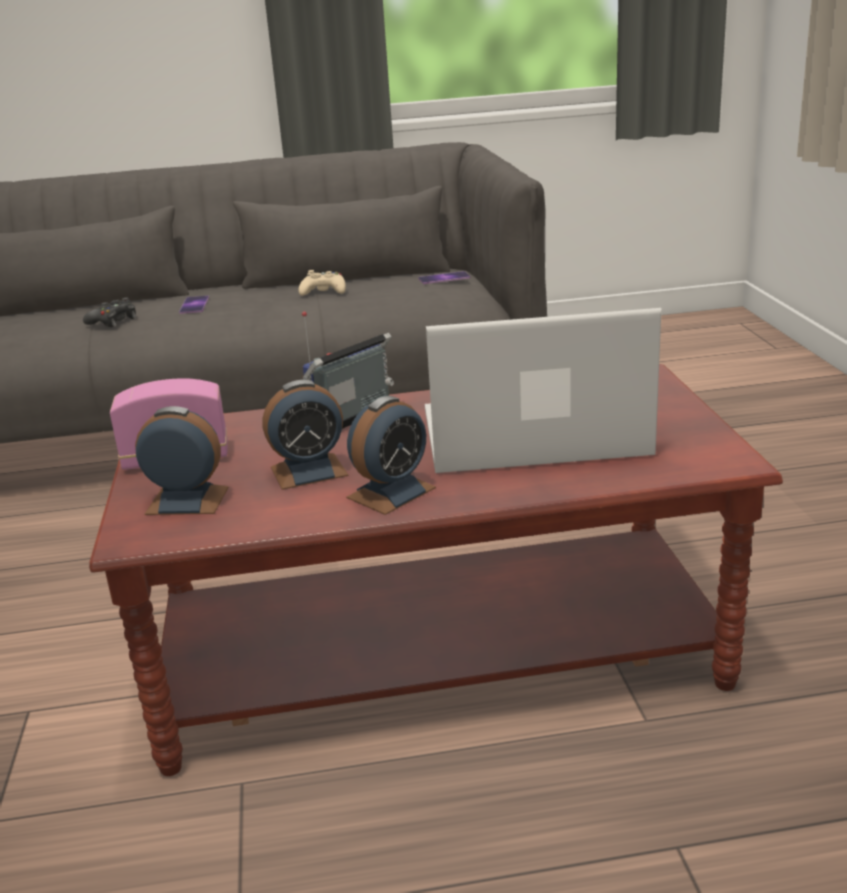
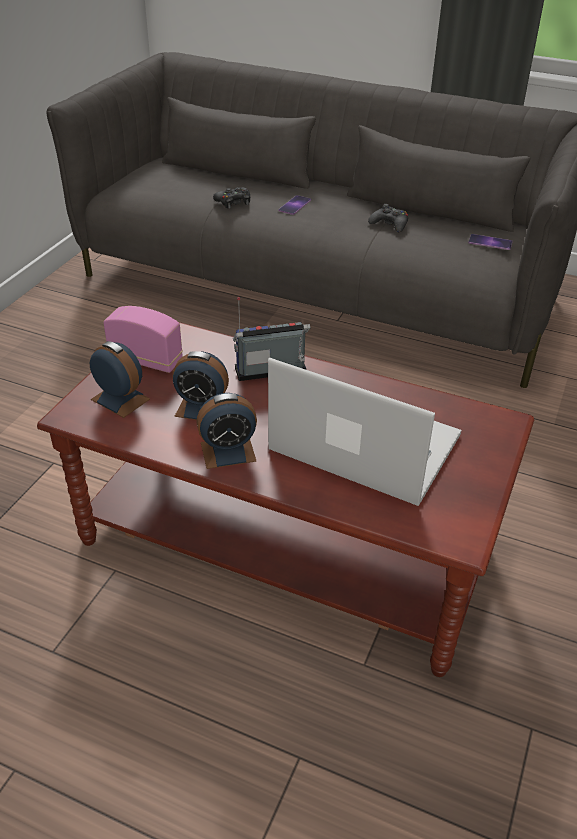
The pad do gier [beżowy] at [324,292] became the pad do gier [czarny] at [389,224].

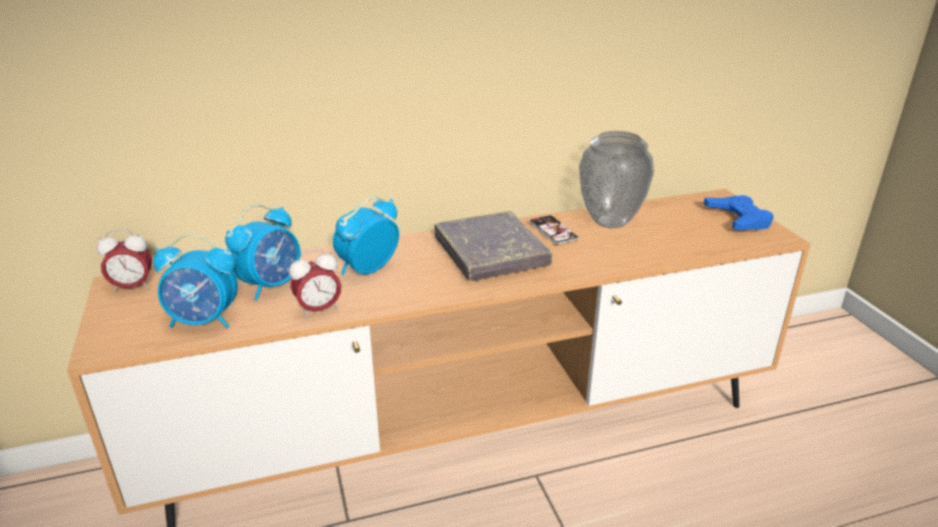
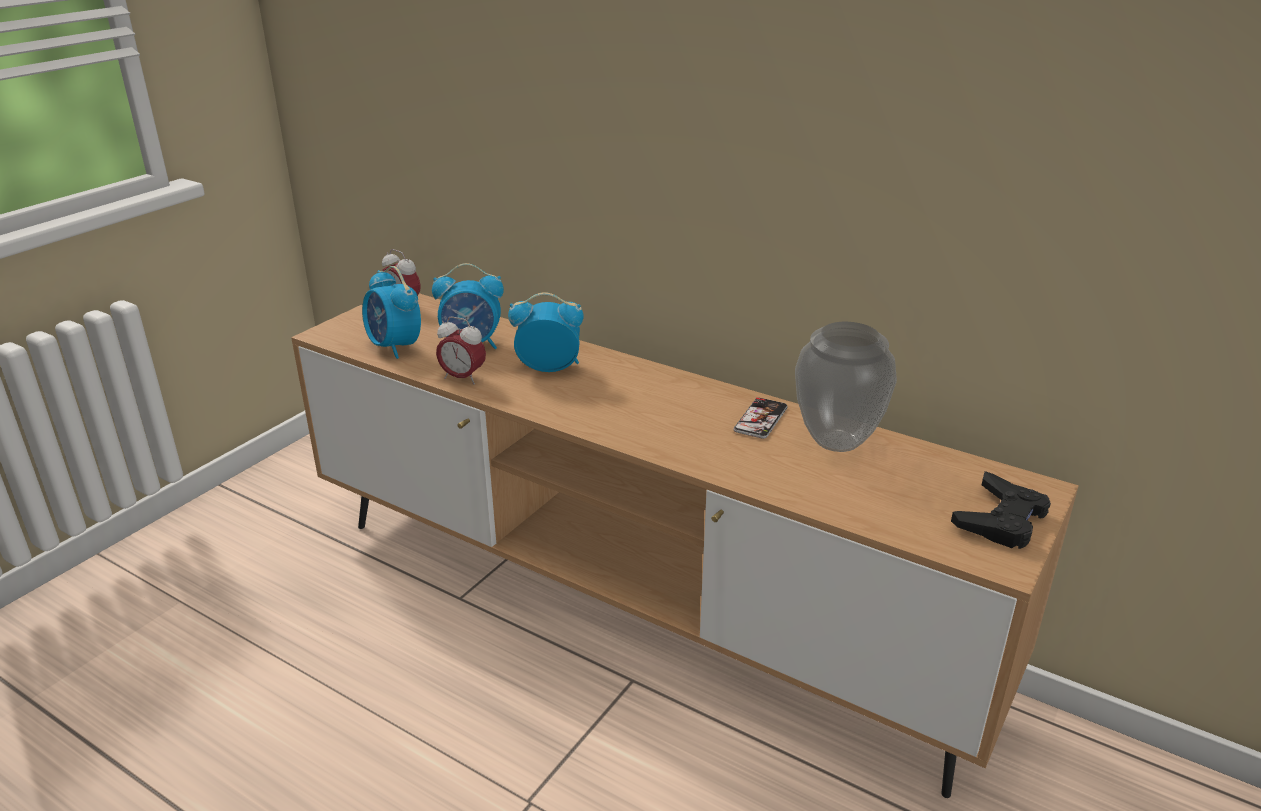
The pad do gier [niebieski] at [738,219] became the pad do gier [czarny] at [1001,519]. The książka [szary] at [490,252] disappeared.

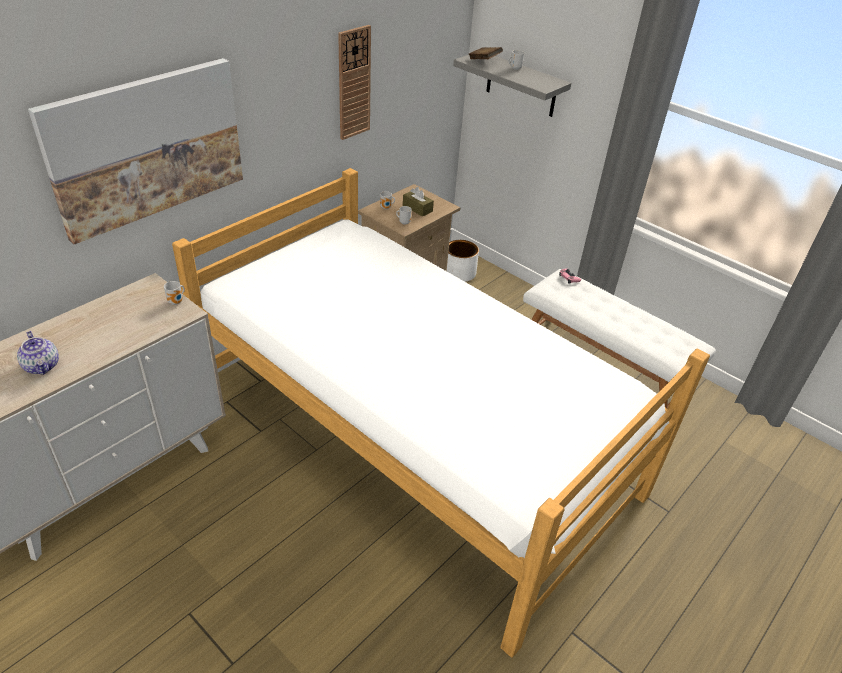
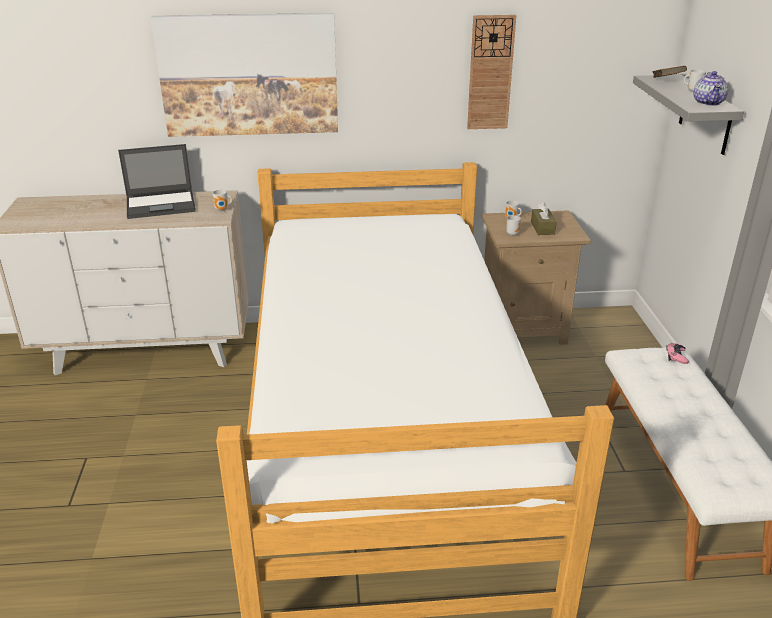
The laptop at [162,205] appeared. The imbryk moved from [42,366] to [708,103]. The donica [biały] at [459,273] disappeared.

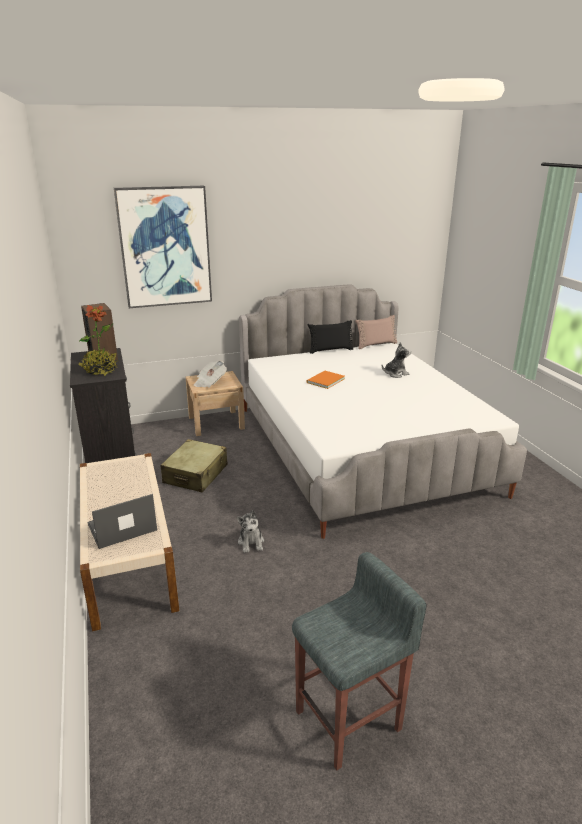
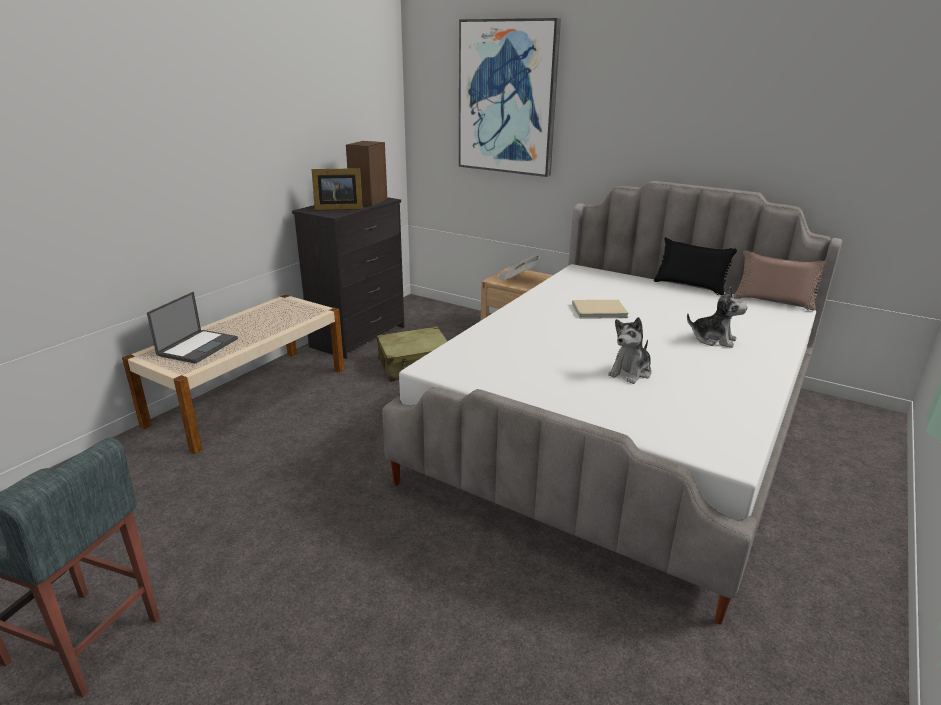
The laptop at [121,528] turned 90 degrees clockwise. The roślina doniczkowa at [100,370] was replaced by the ramka na zdjęcie at [337,208]. The książka [pomarańczowy] at [324,381] became the książka [beżowy] at [597,310]. The pluszak moved from [251,542] to [630,372].

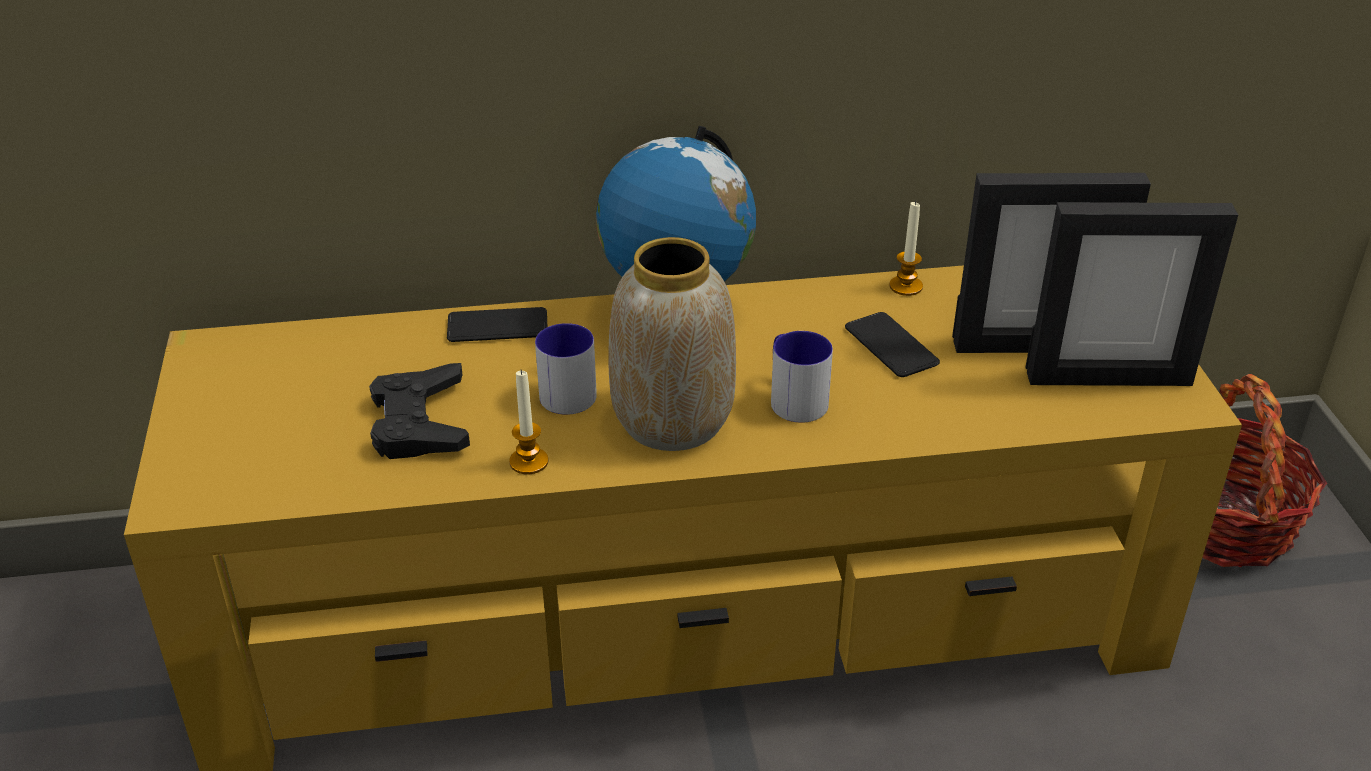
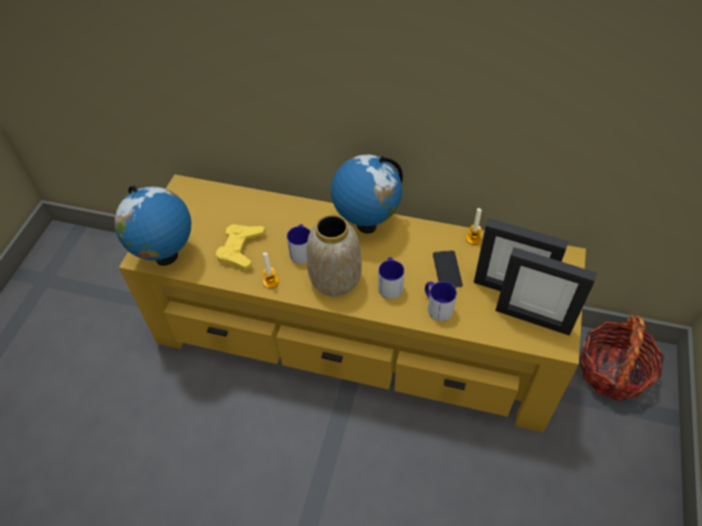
The globus at [166,257] appeared. The pad do gier [czarny] at [420,422] became the pad do gier [żółty] at [240,249]. The kubek at [437,306] appeared. The telefon at [497,326] disappeared.

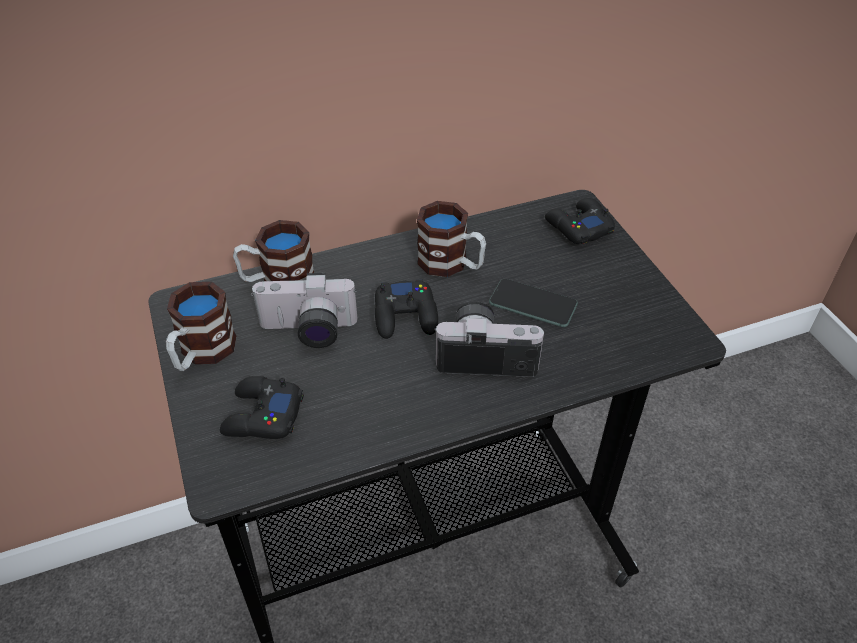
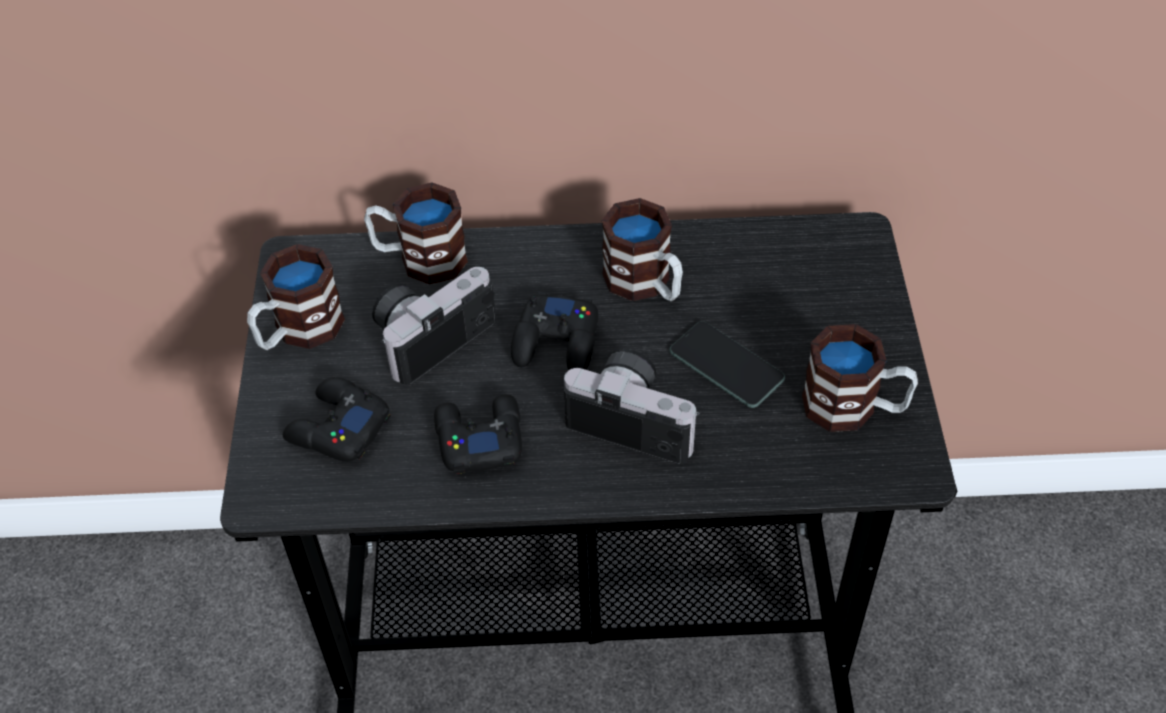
The aparat fotograficzny at [308,331] turned 120 degrees clockwise. The pad do gier [czarny] moved from [578,227] to [479,438]. The kubek at [854,407] appeared.

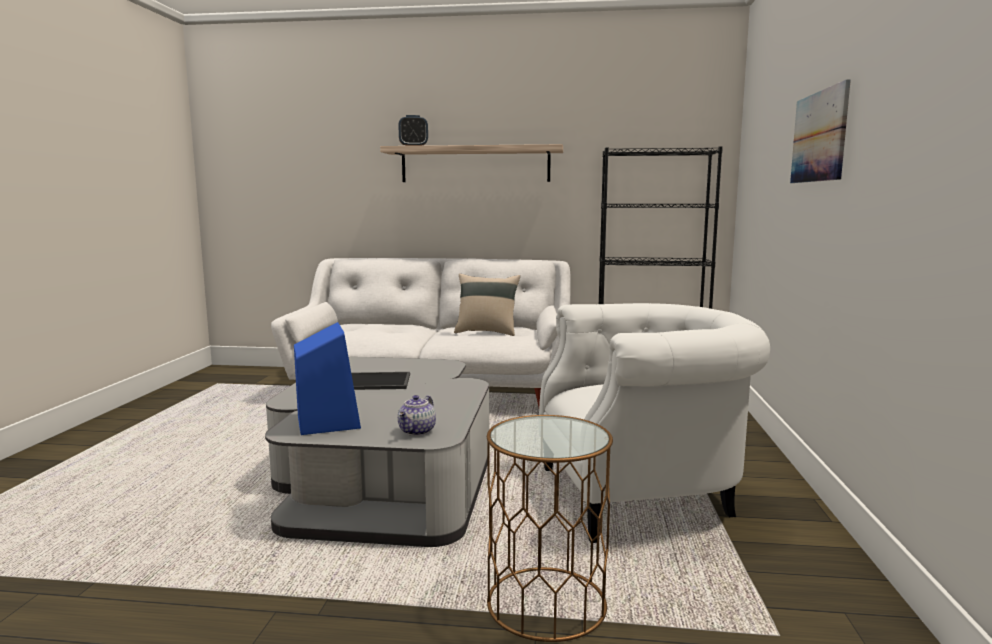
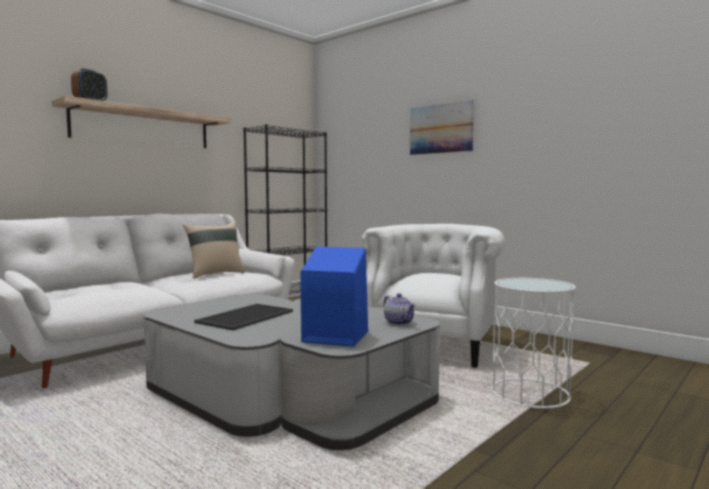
The stolik [brązowy] at [547,603] became the stolik [biały] at [530,393].

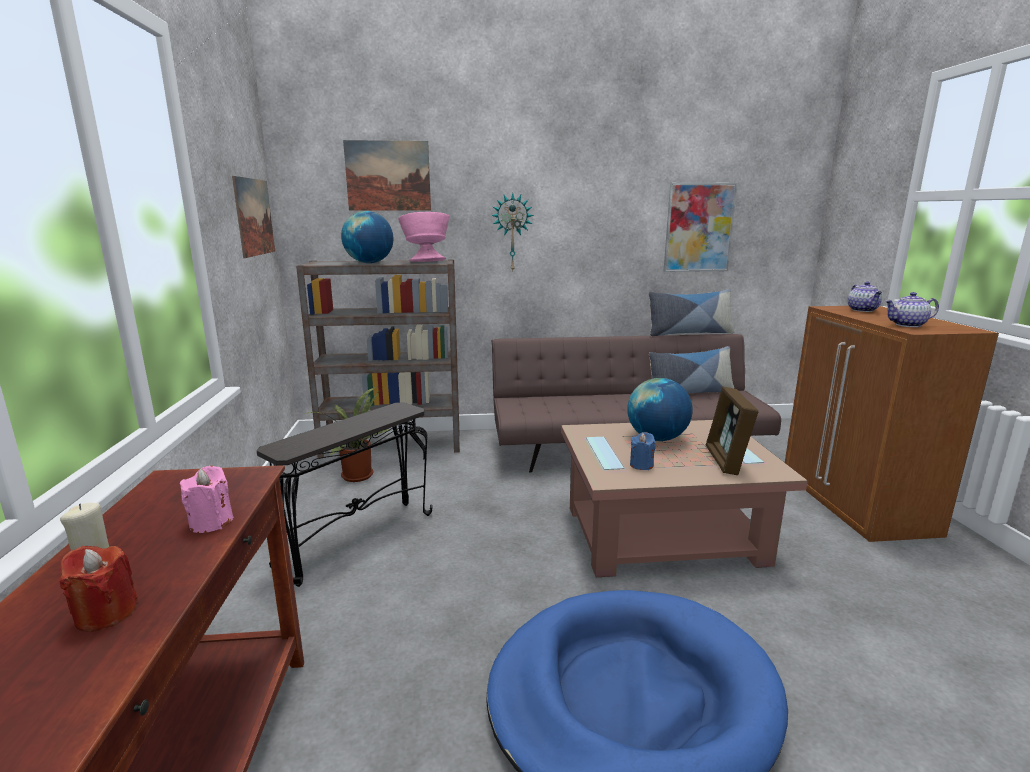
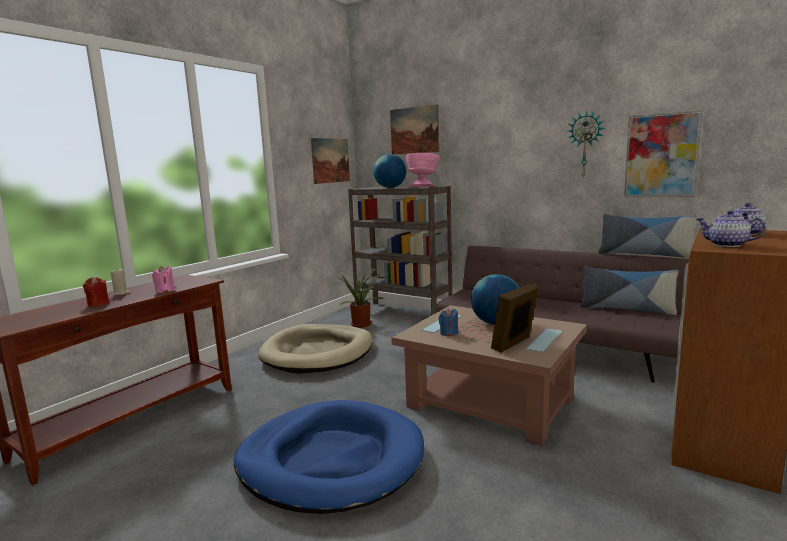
The stolik [czarny] at [358,540] was replaced by the legowisko [beżowy] at [318,353]. The zegar ścienny moved from [512,233] to [585,144].

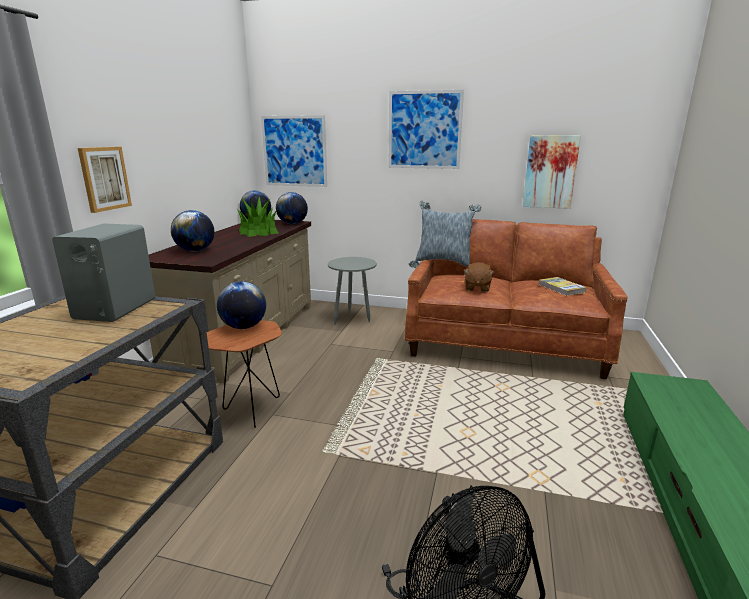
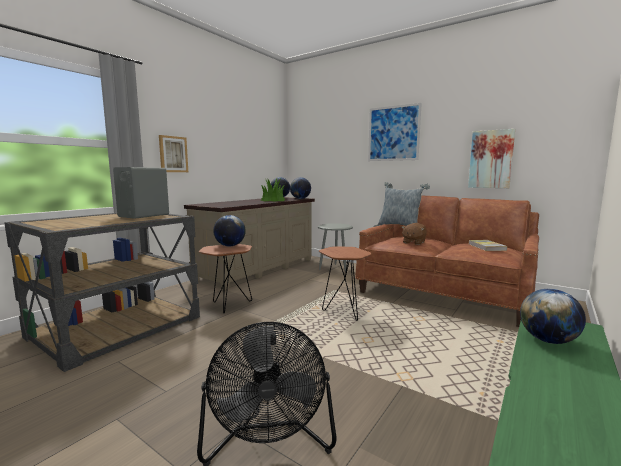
The stolik [brązowy] at [343,311] appeared. The globus moved from [195,251] to [548,340]. The obraz at [294,151] disappeared.

